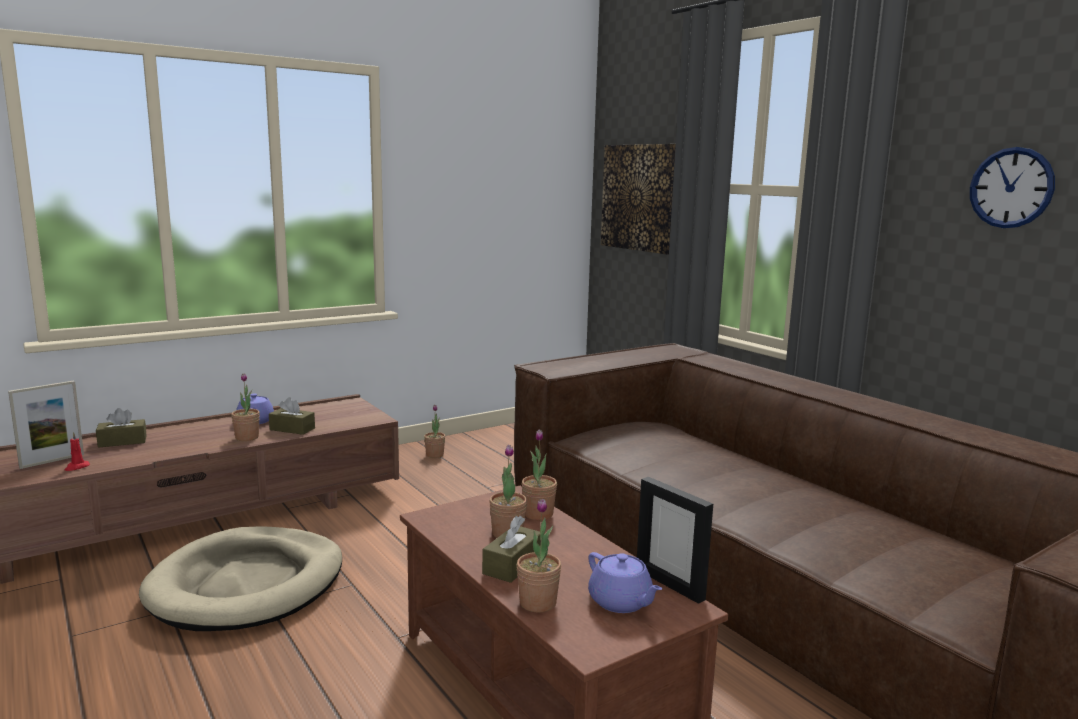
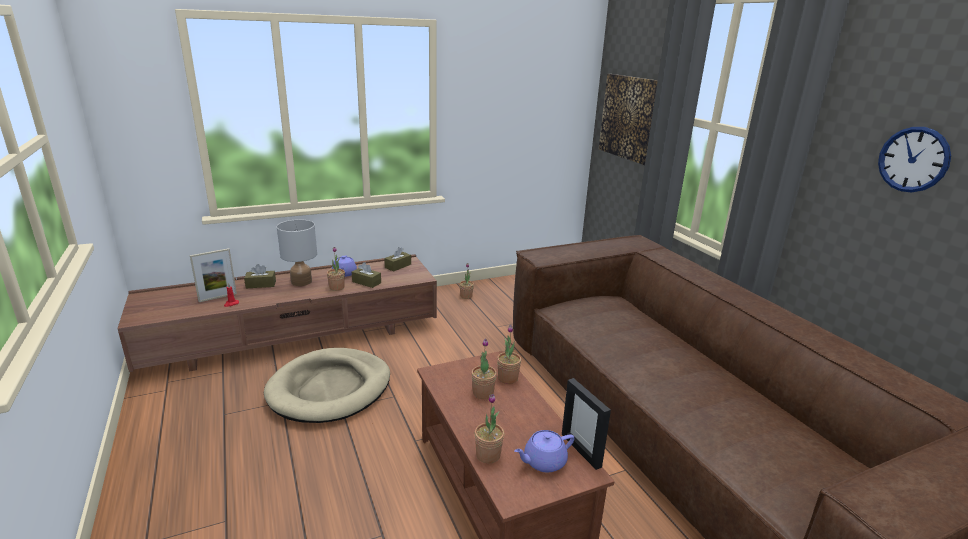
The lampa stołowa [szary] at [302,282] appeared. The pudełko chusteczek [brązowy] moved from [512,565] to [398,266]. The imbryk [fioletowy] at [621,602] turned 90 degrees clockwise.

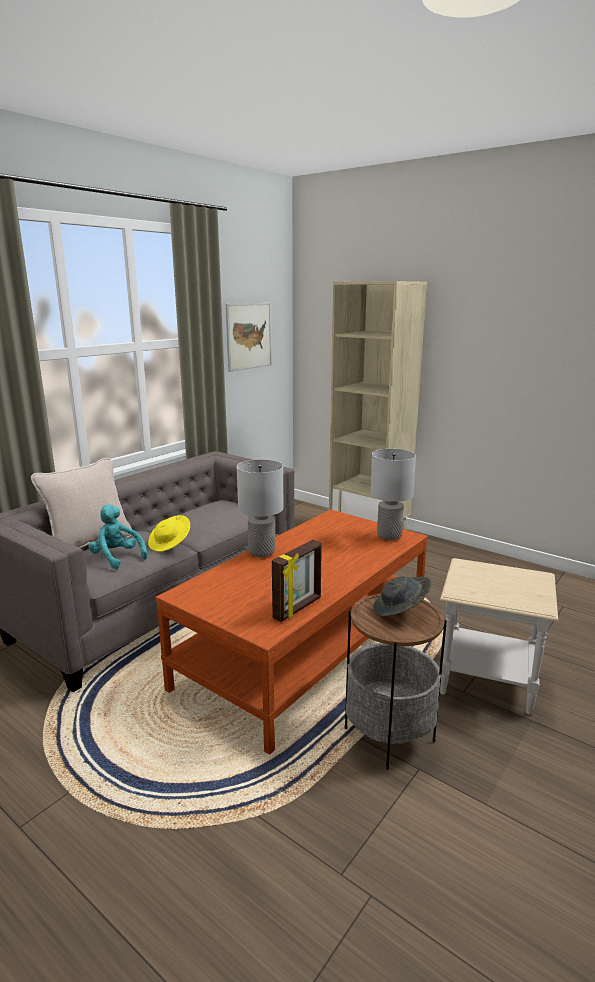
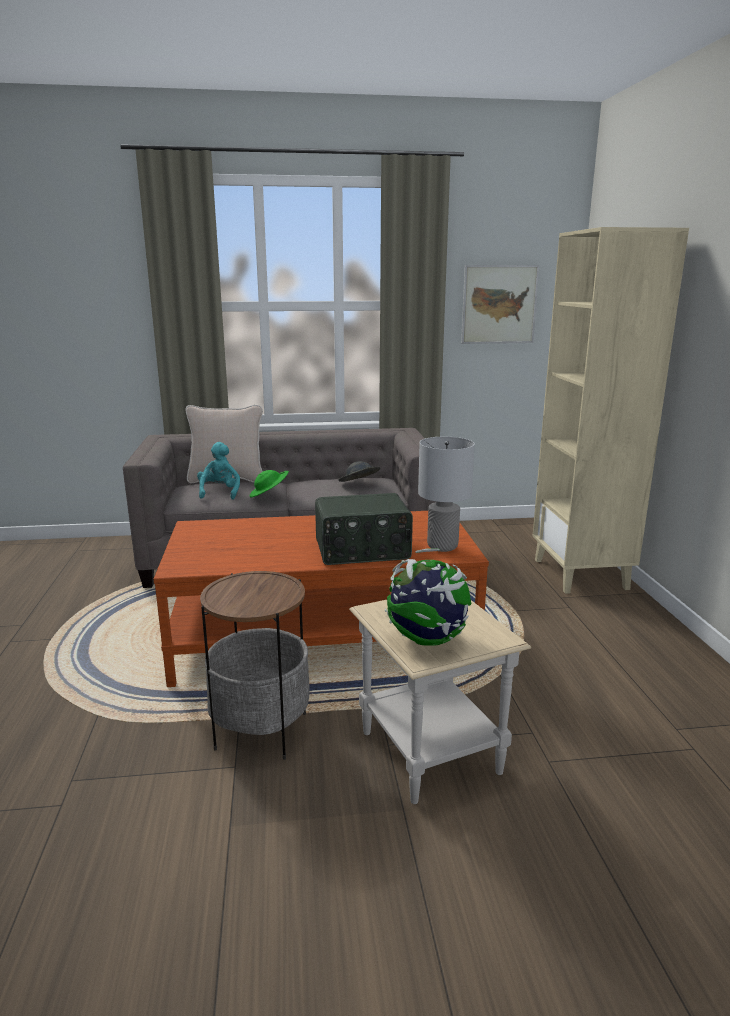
The kapelusz [żółty] at [170,544] became the kapelusz [zielony] at [269,495]. The radio at [362,551] appeared. The kapelusz [szary] moved from [400,610] to [359,485]. The globus at [428,640] appeared. The lampa stołowa [szary] at [261,553] disappeared. The ramka na zdjęcie at [298,608] disappeared.

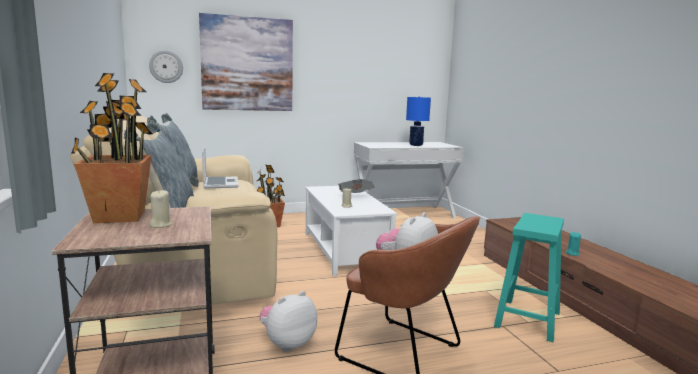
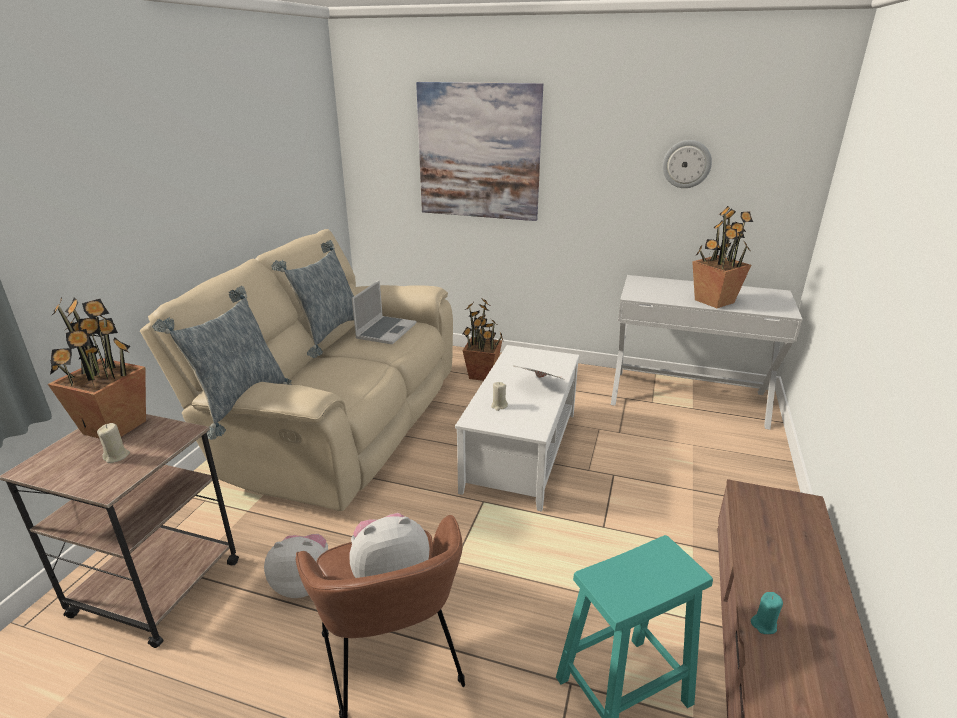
The zegar ścienny moved from [166,66] to [686,164]. The lampa stołowa [niebieski] at [416,145] was replaced by the roślina doniczkowa at [714,301].

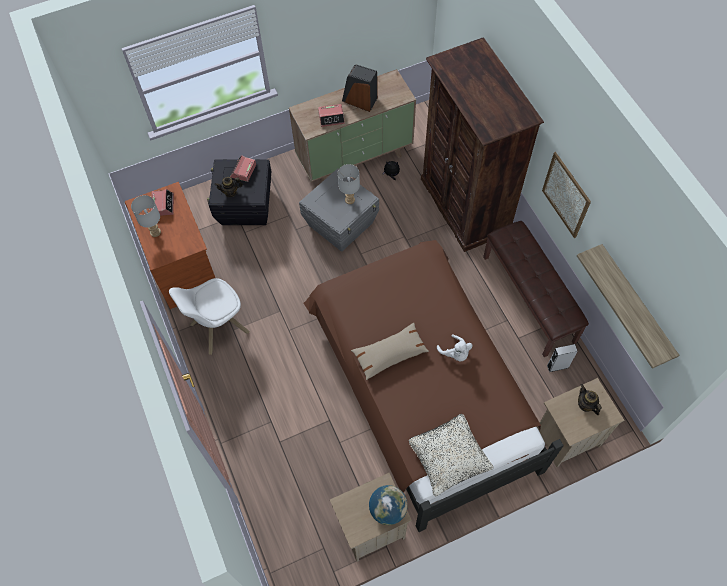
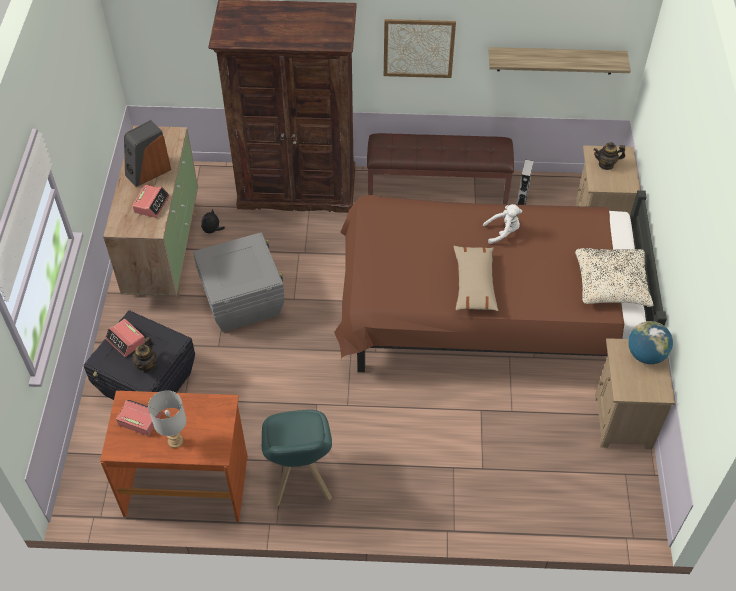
The krzesło [biały] at [218,328] became the krzesło [turkusowy] at [300,476]. The lampa stołowa [szary] at [350,200] disappeared.

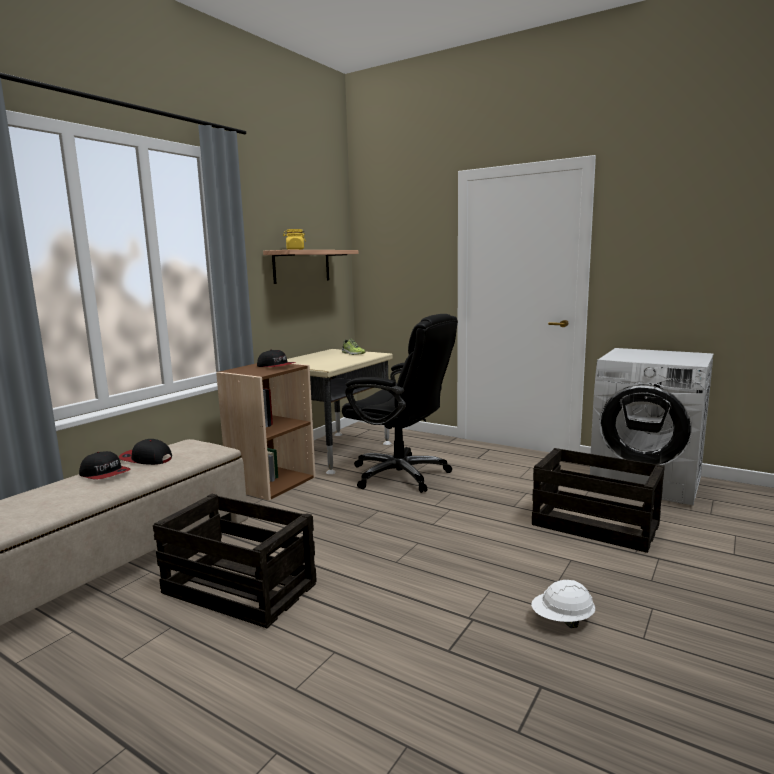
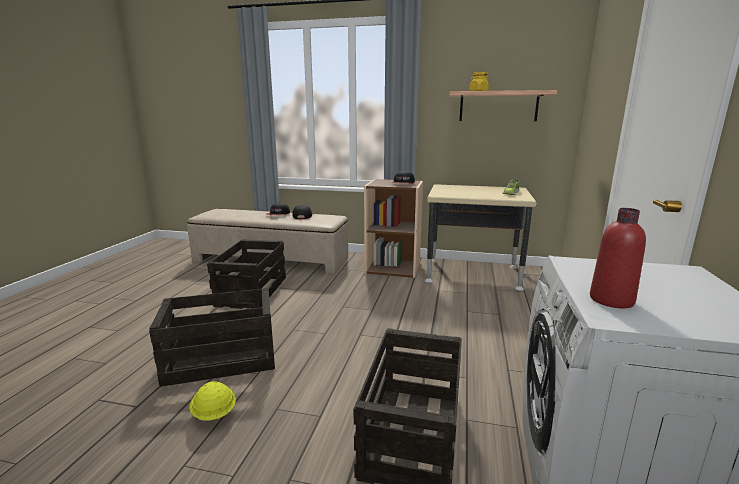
The skrzynka at [222,359] appeared. The kask [biały] at [562,621] became the kask [żółty] at [214,414]. The butelka [czerwony] at [611,300] appeared. The krzesło biurowe [czarny] at [400,474] disappeared.

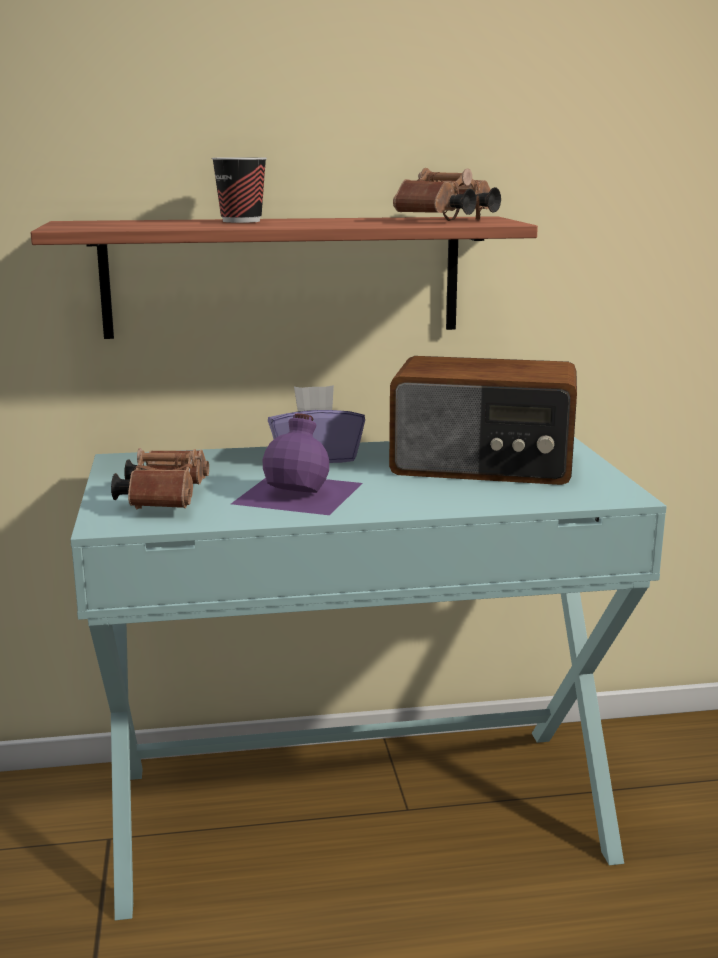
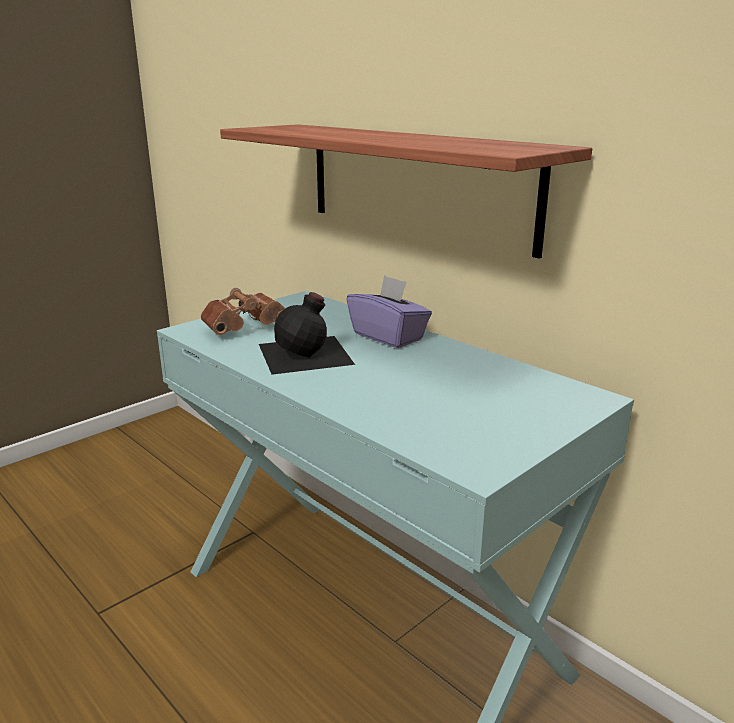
The butelka [fioletowy] at [300,492] became the butelka [czarny] at [306,354]. The filiżanka at [241,221] disappeared. The radio at [483,465] disappeared. The lornetka [brązowy] at [446,220] disappeared.

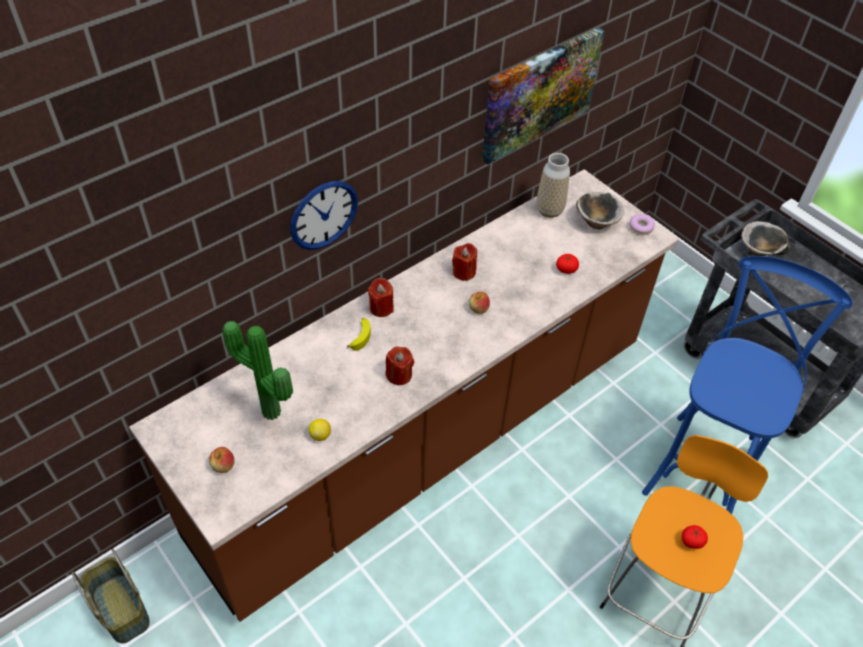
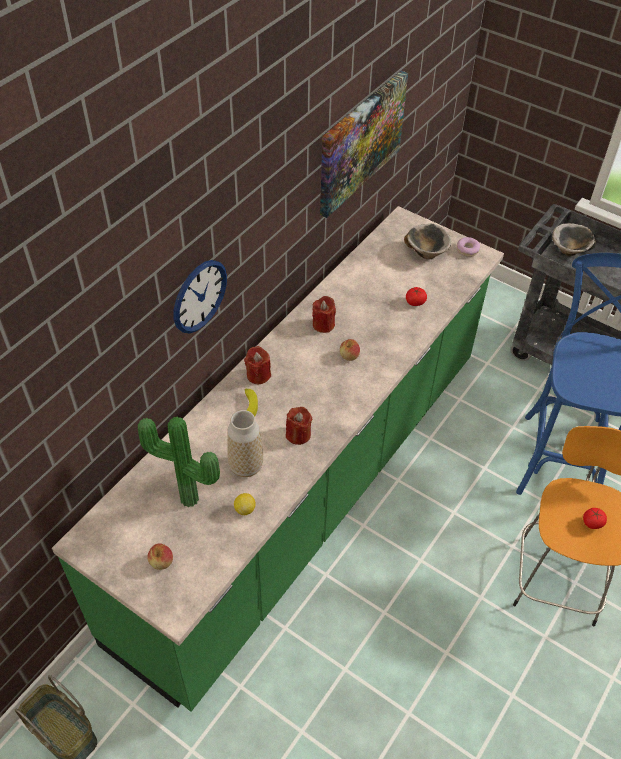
The zabudowa kuchenna [brązowy] at [426,439] became the zabudowa kuchenna [zielony] at [307,492]. The wazon moved from [549,210] to [246,466].

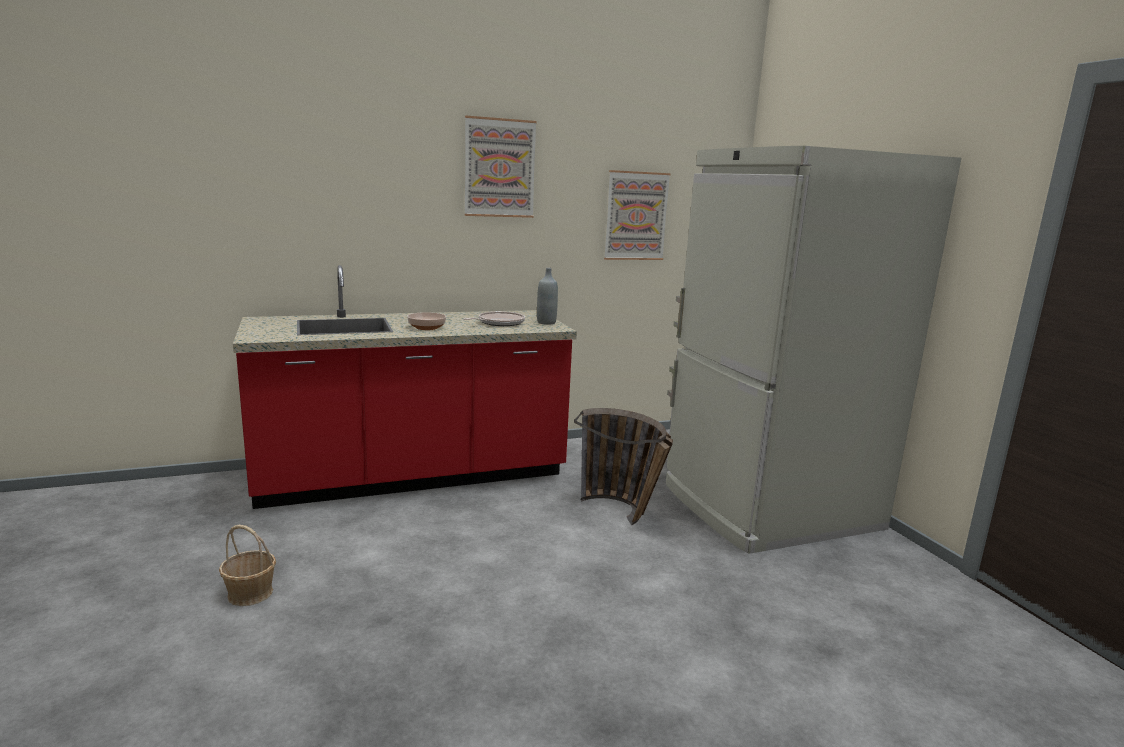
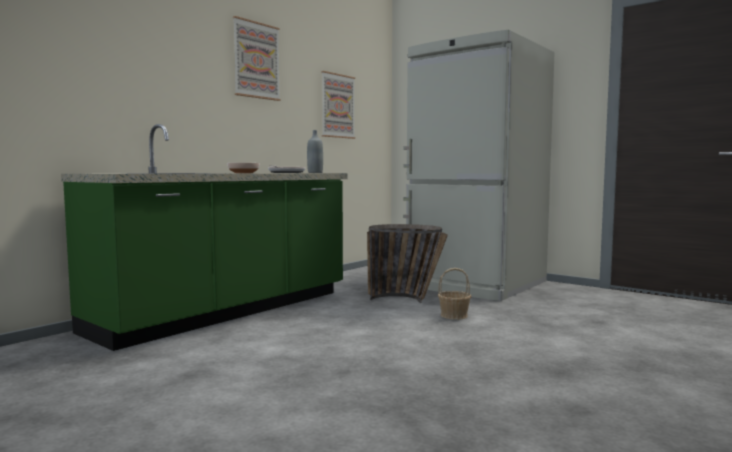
The zabudowa kuchenna [czerwony] at [412,477] became the zabudowa kuchenna [zielony] at [227,311]. The koszyk moved from [250,593] to [454,315].

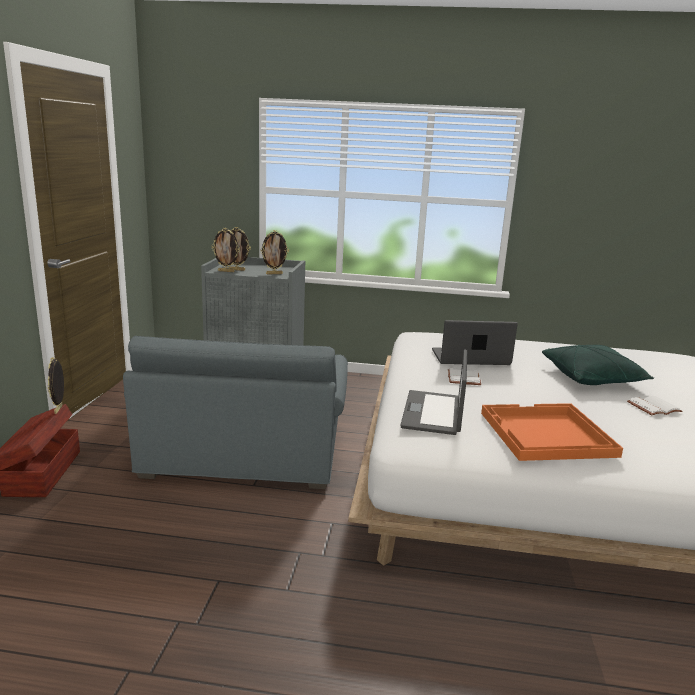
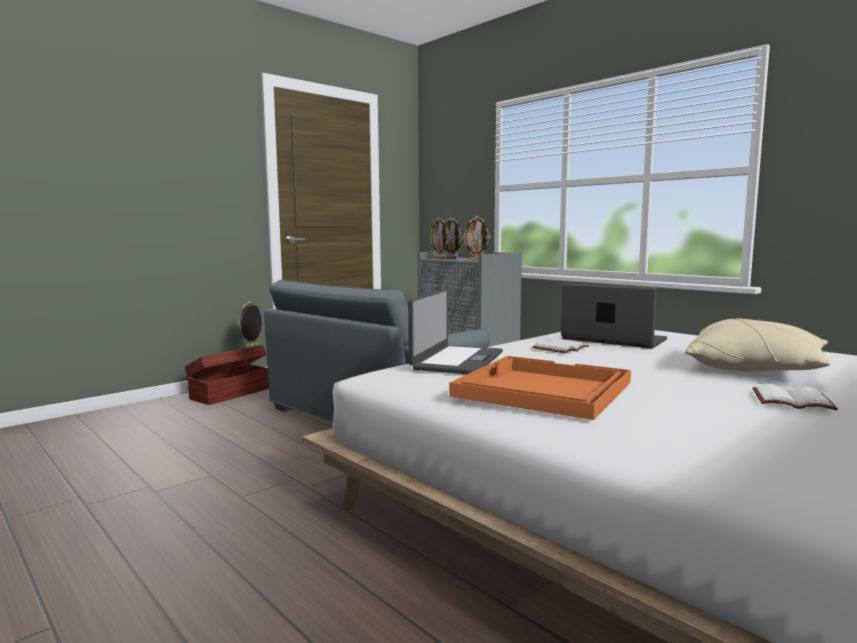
The laptop at [434,413] turned 150 degrees clockwise. The poduszka [zielony] at [592,378] became the poduszka [beżowy] at [755,369].

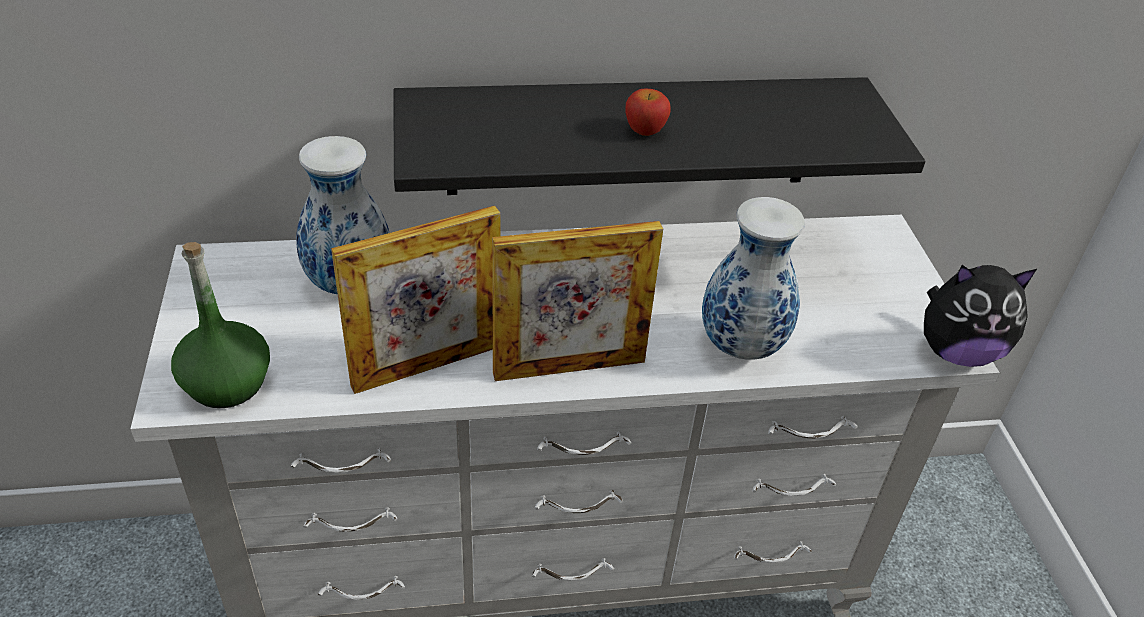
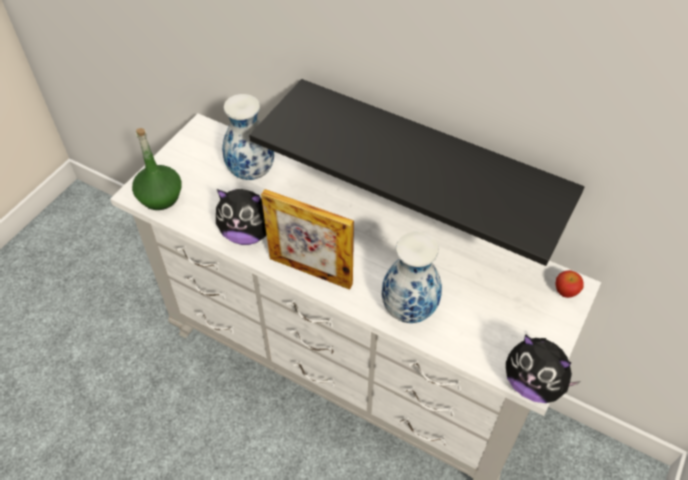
The ramka na zdjęcie at [427,366] was replaced by the pluszak at [247,234]. The jabłko moved from [645,131] to [565,291].

